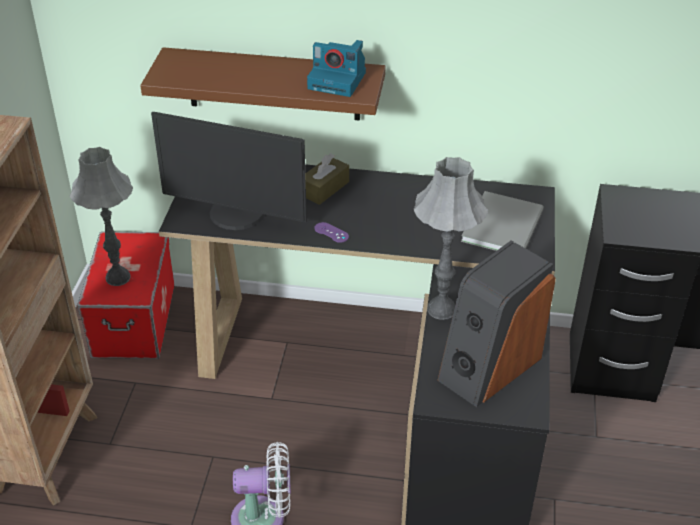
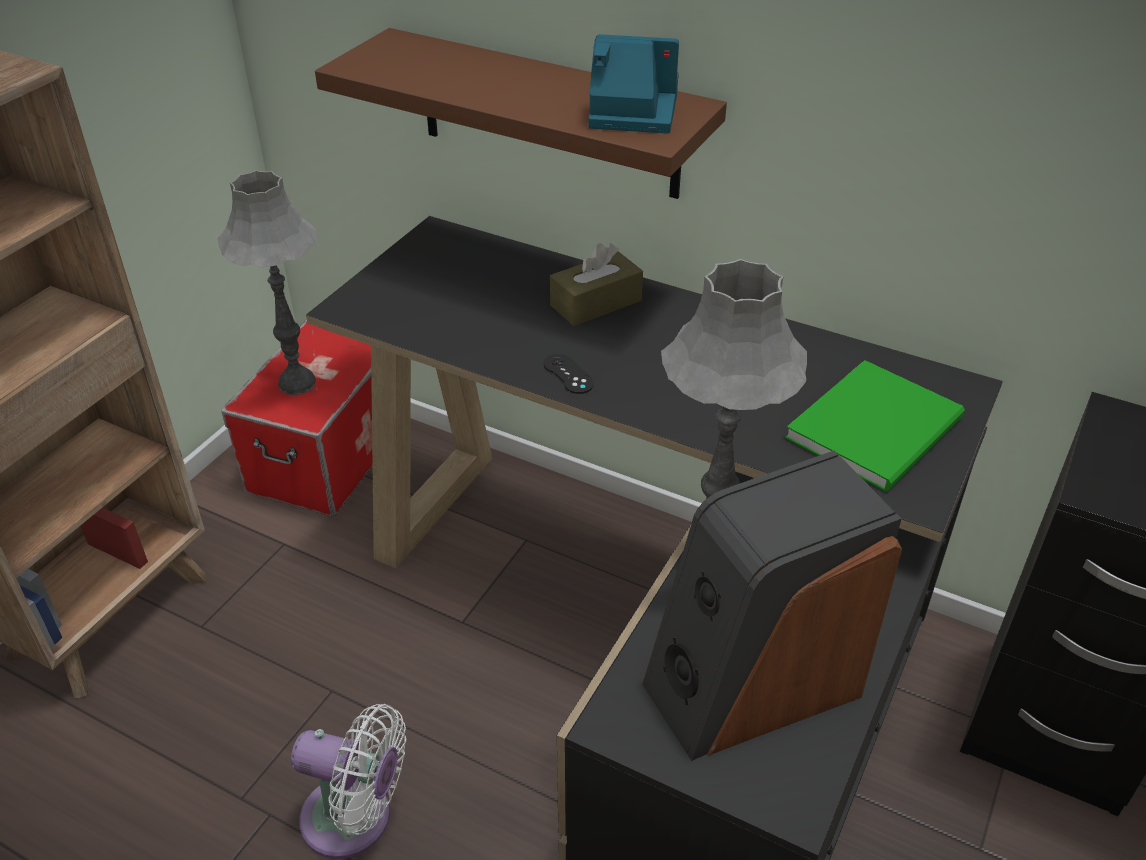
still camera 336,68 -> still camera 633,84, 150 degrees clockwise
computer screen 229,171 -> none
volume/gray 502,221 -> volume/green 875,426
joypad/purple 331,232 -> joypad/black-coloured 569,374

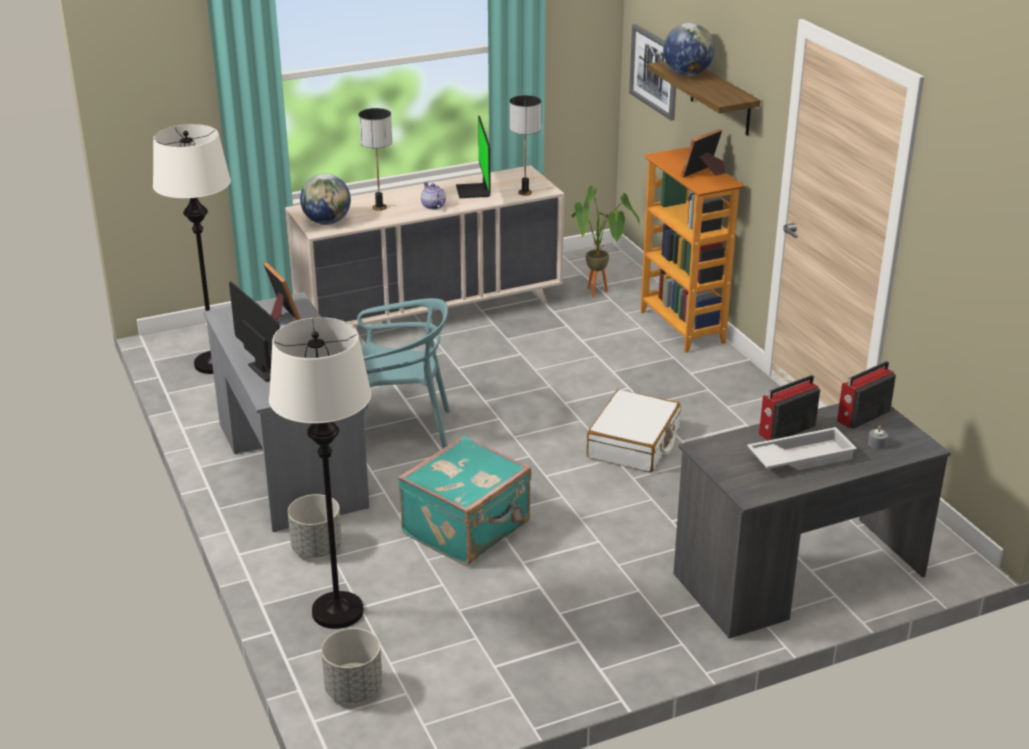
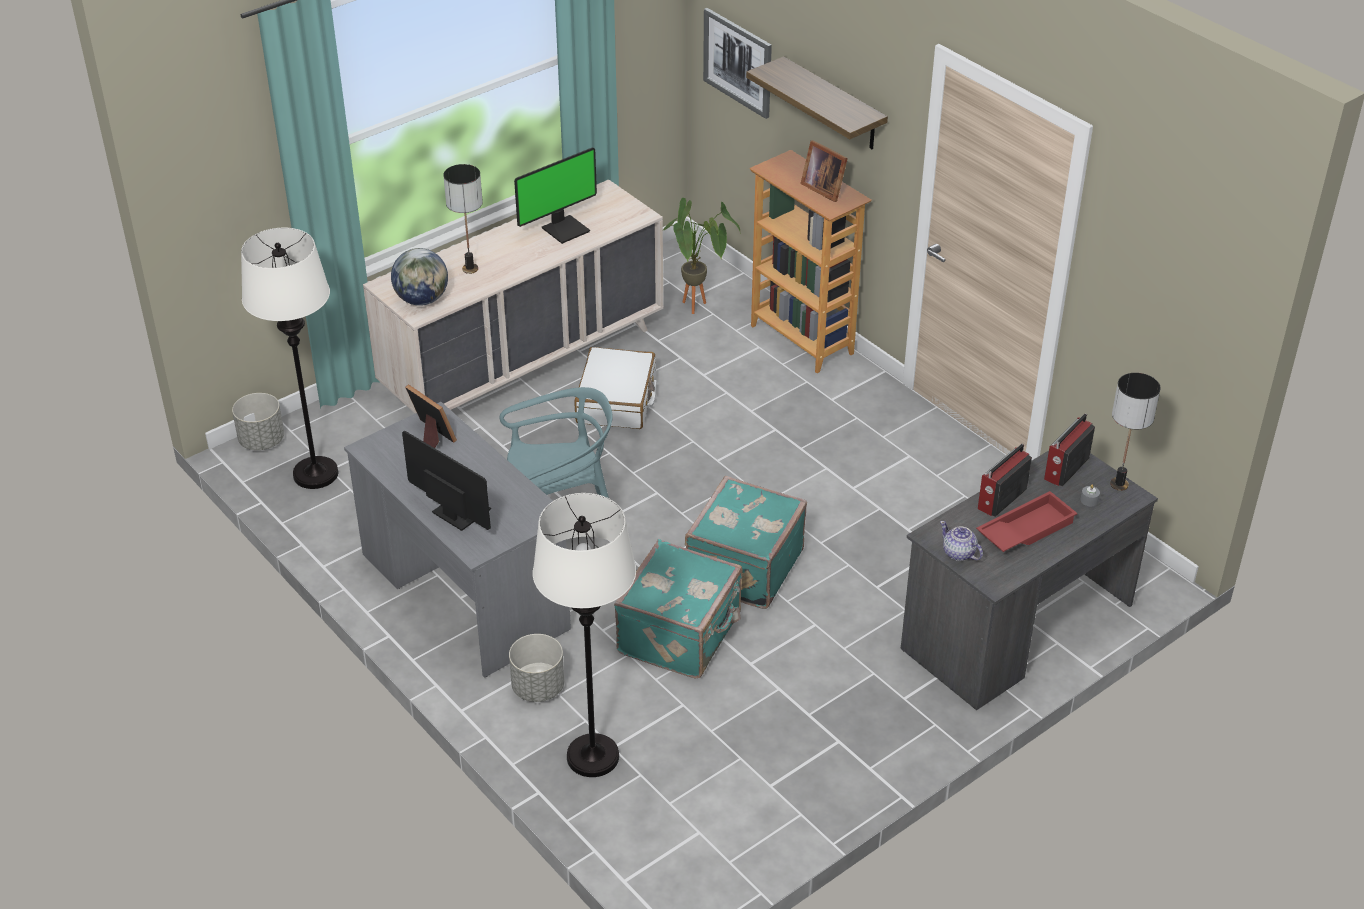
world globe 689,49 -> none
lamp for a table 525,145 -> lamp for a table 1135,432, shifted
computer screen 473,157 -> computer screen 555,195, 105 degrees counterclockwise
photo frame 703,153 -> photo frame 824,171, 75 degrees counterclockwise
teapot 433,196 -> teapot 961,541, shifted
piece of luggage/white 634,430 -> piece of luggage/white 615,388, shifted
serving tray/white 802,448 -> serving tray/red-coloured 1027,521
planter/gray 351,665 -> planter/gray 258,421, shifted
none -> piece of luggage/turquoise-coloured 746,542

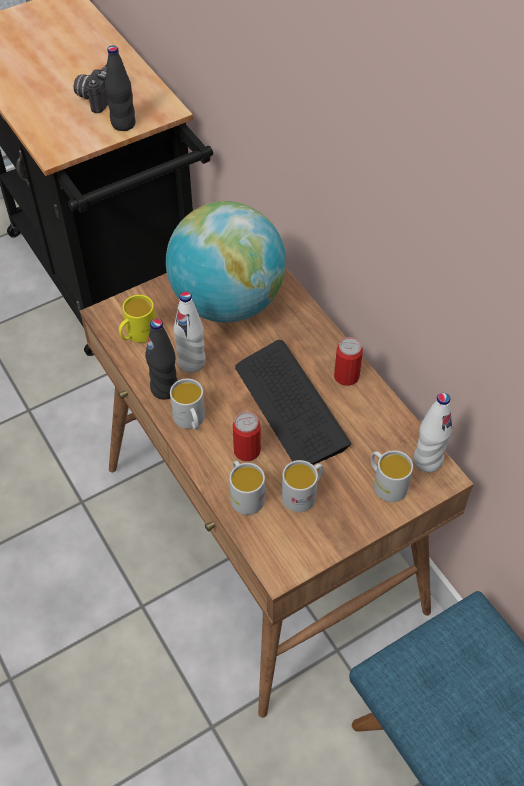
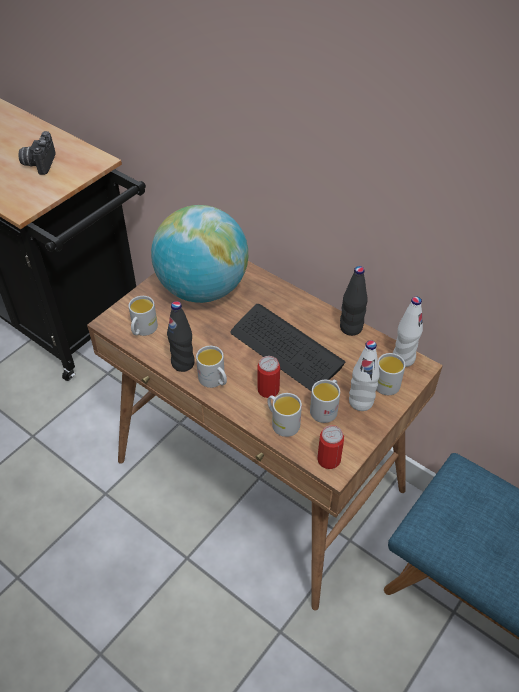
drink bottle/black-coloured 120,88 -> drink bottle/black-coloured 354,301, shifted
drink bottle/white 190,332 -> drink bottle/white 364,375, shifted
mug/yellow-coloured 137,319 -> mug/white 143,316
can 348,361 -> can 330,447, shifted

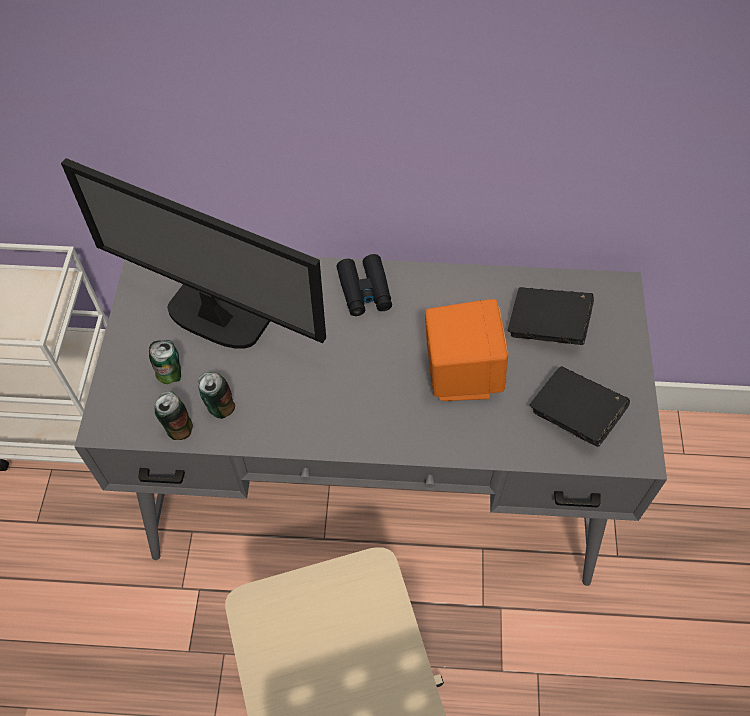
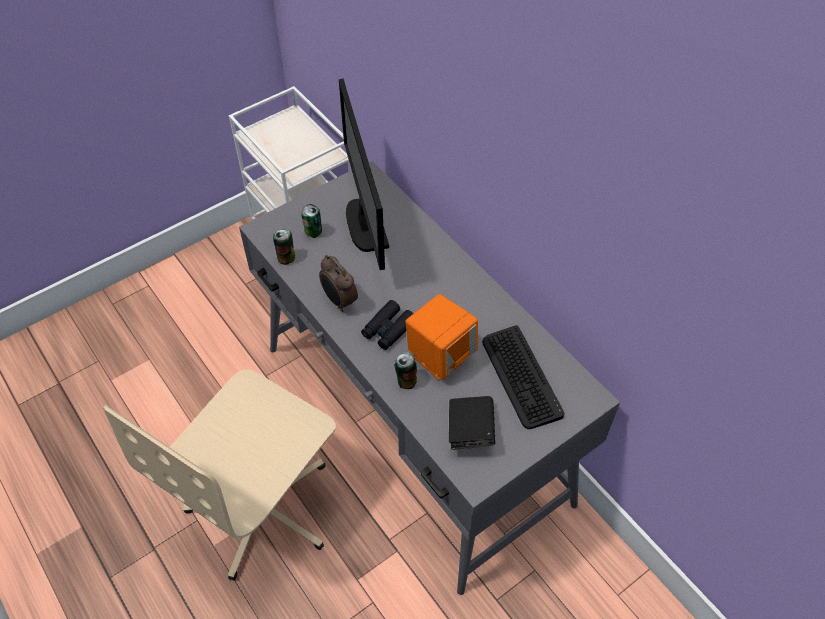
field glasses/black-coloured 364,285 -> field glasses/black-coloured 387,325, shifted
volume/black-coloured 551,316 -> PC keyboard 523,377
can 216,395 -> can 405,370, shifted
none -> bedside clock 338,283

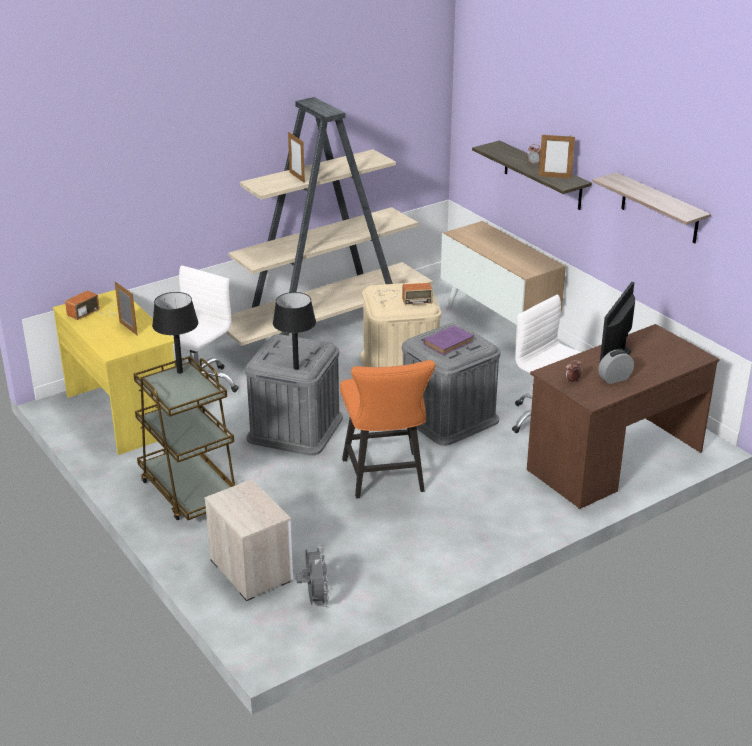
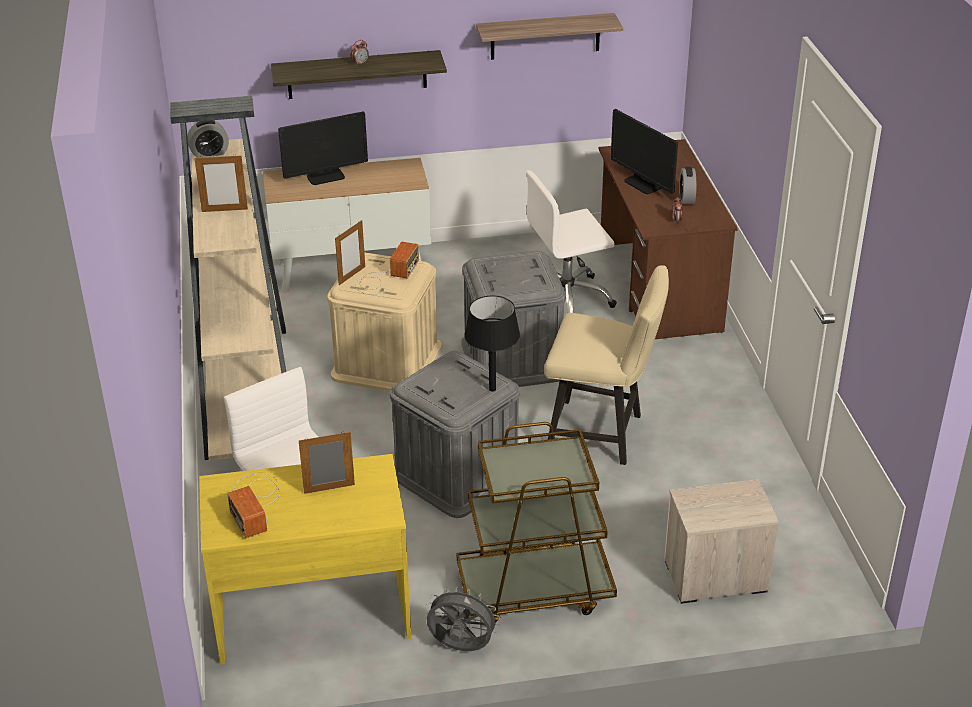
photo frame 557,155 -> photo frame 350,252, shifted
lamp for a table/black-coloured 175,333 -> none
volume/purple 448,340 -> none
upright chair/orange-coloured 388,429 -> upright chair/beige 606,365
cooling fan/gray 312,576 -> cooling fan/gray 463,618, shifted
none -> computer screen 323,148
none -> bedside clock 208,139

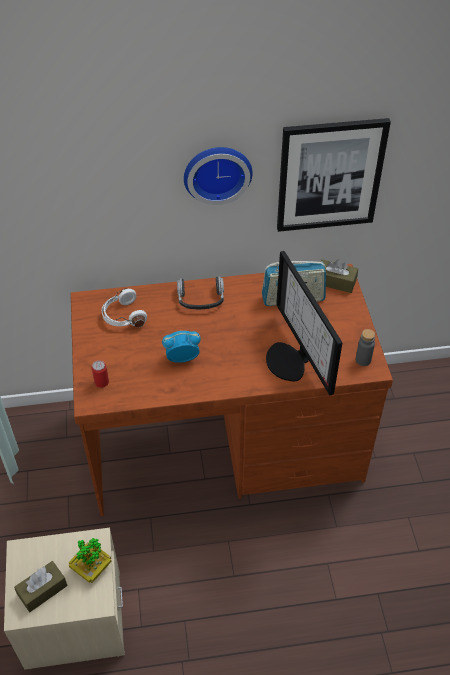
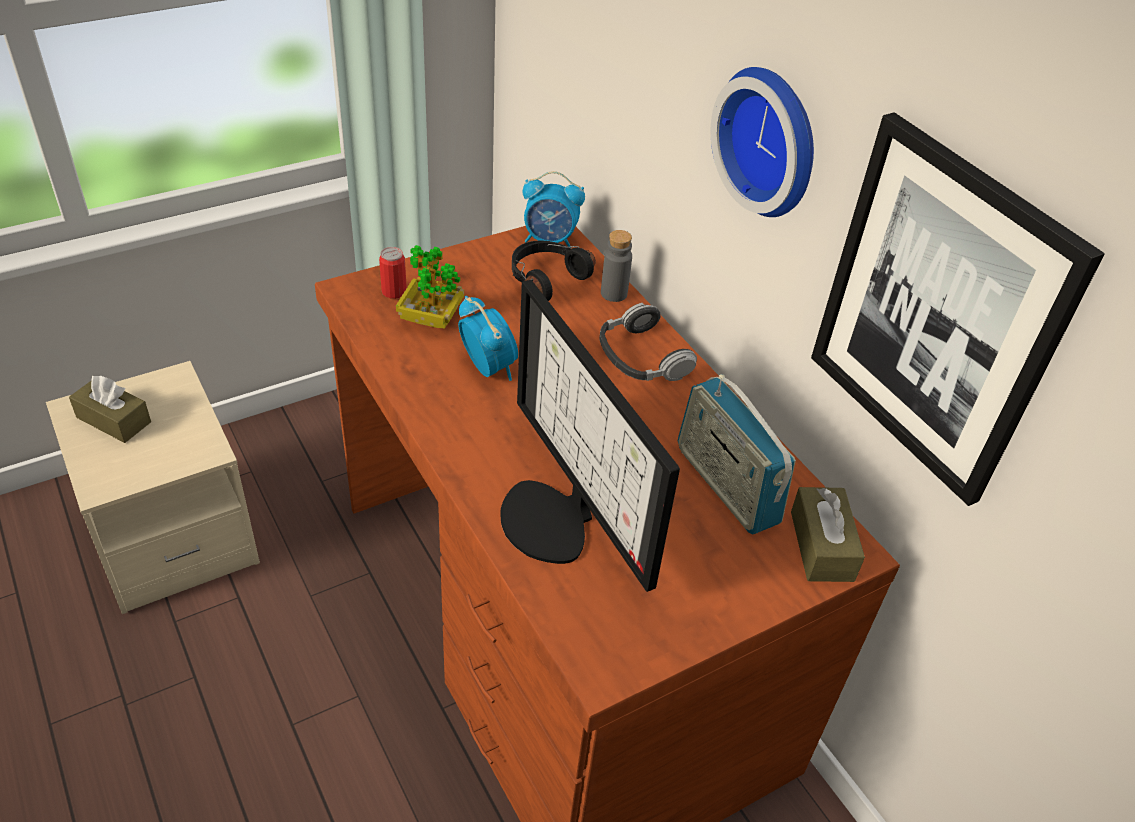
computer screen 304,323 -> computer screen 590,436, 75 degrees counterclockwise
pair of headphones/white 124,307 -> pair of headphones/black-coloured 554,270
drink bottle/gray 365,347 -> drink bottle/gray 616,266, shifted
potted plant 90,560 -> potted plant 430,287, shifted
none -> bedside clock 554,209

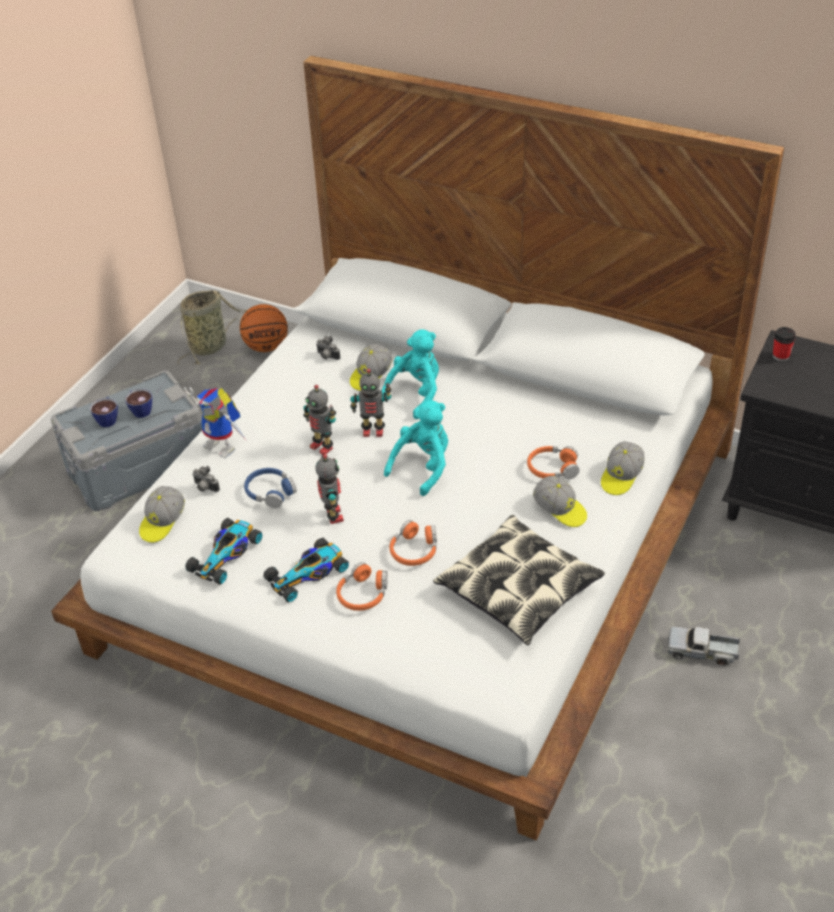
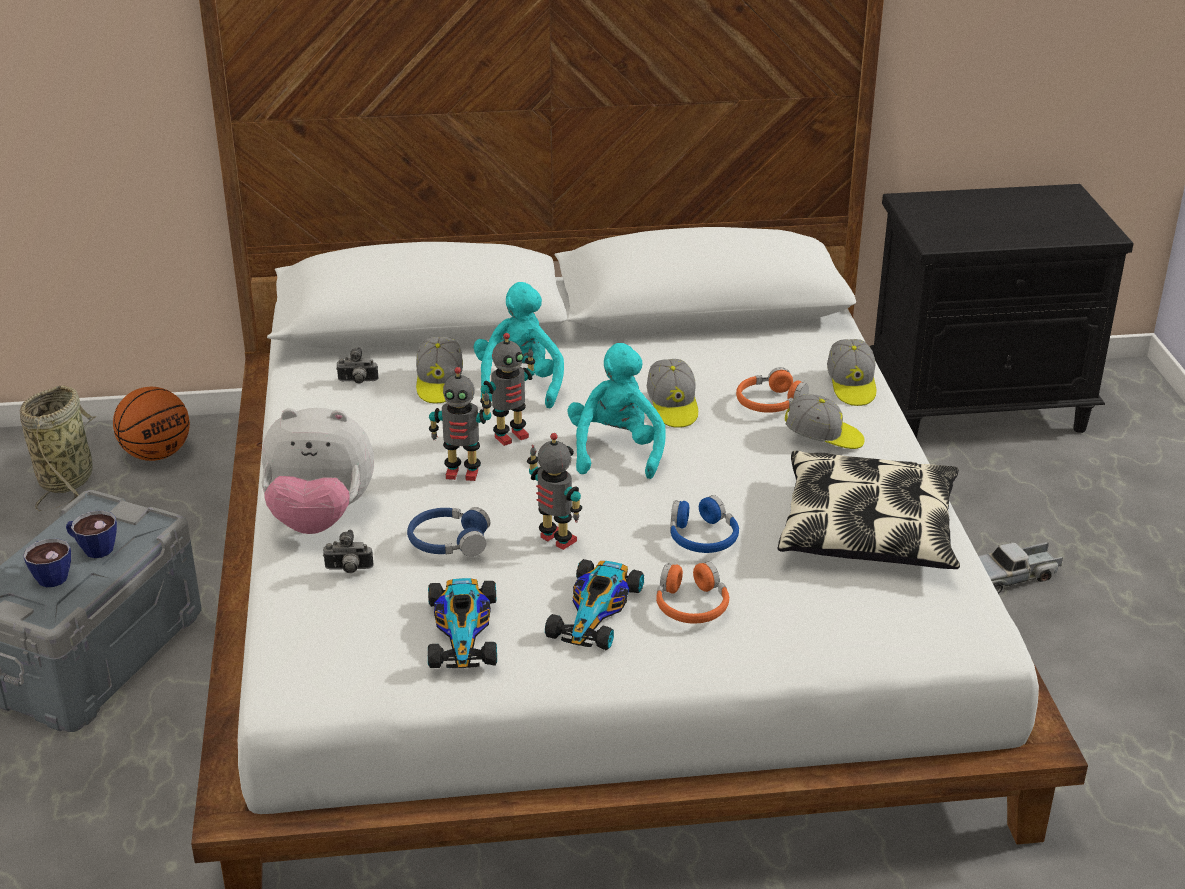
cup 784,344 -> none
robot figure 215,423 -> soft toy 317,471
peaked cap 162,514 -> peaked cap 672,393, shifted
pair of headphones/orange-coloured 413,543 -> pair of headphones/blue 704,524

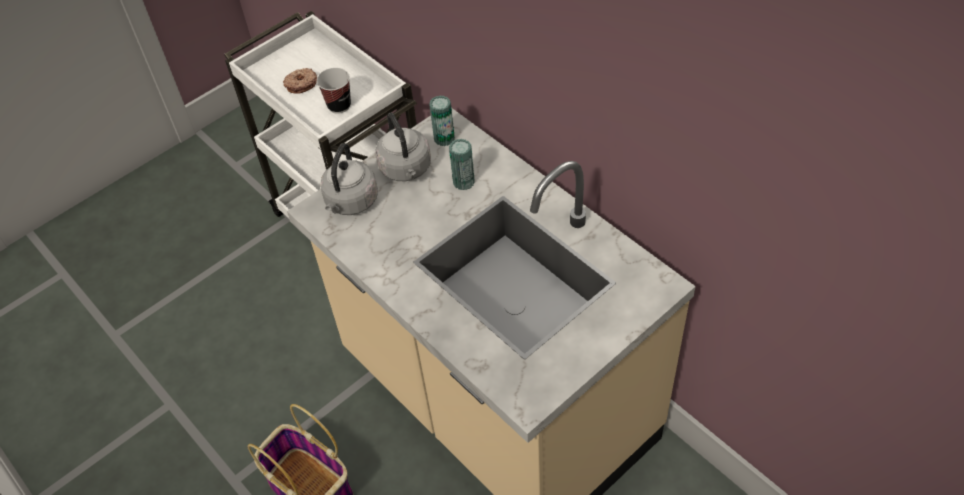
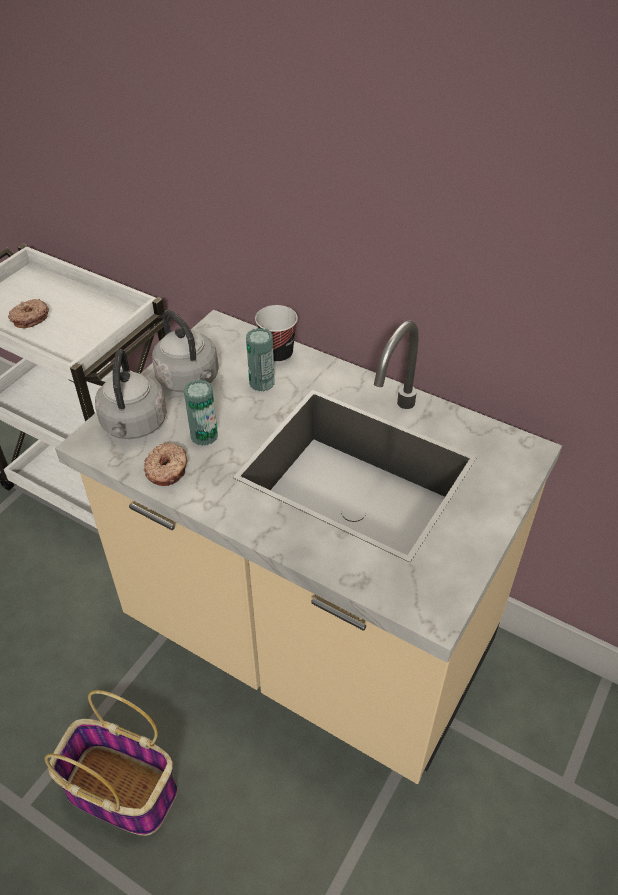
cup 334,91 -> cup 276,334, shifted
can 442,121 -> can 201,413, shifted
none -> doughnut 166,464

